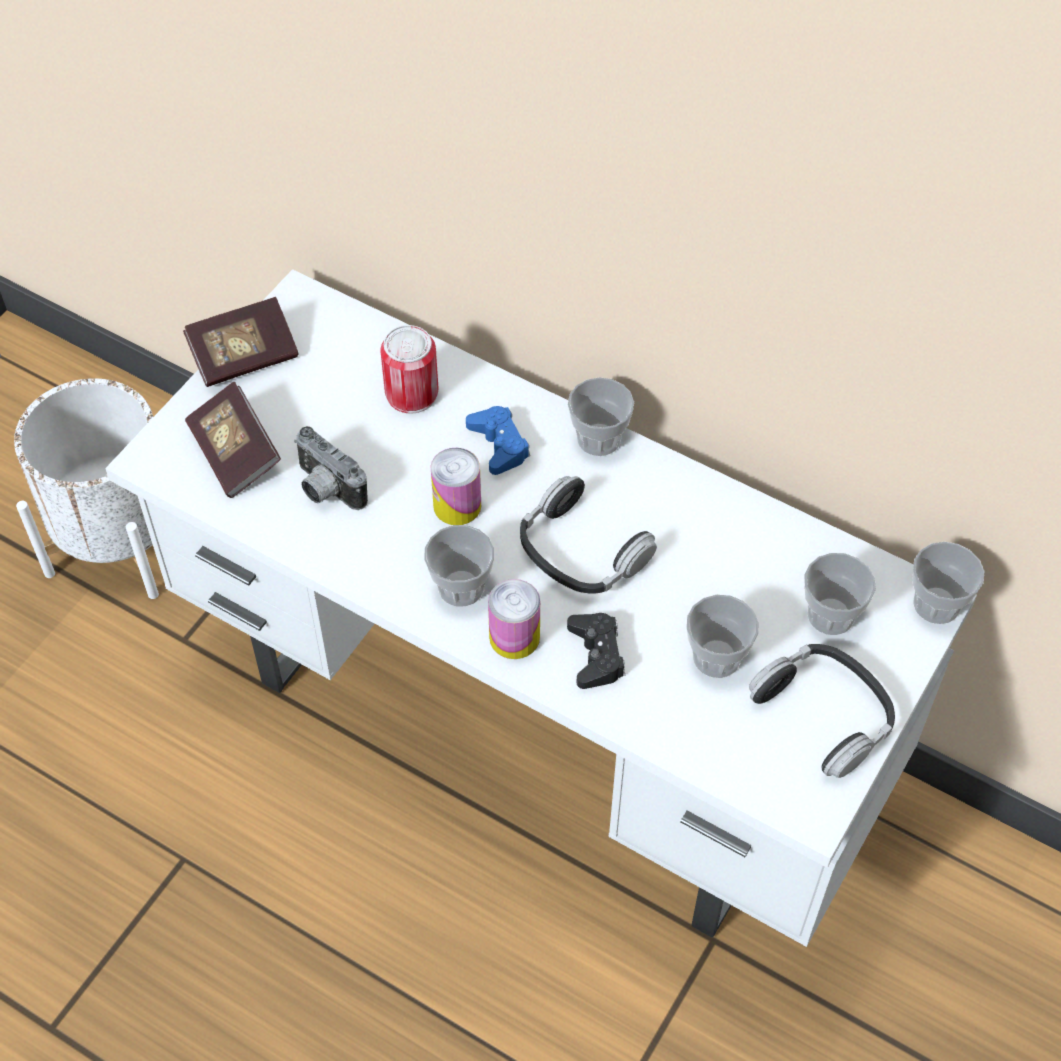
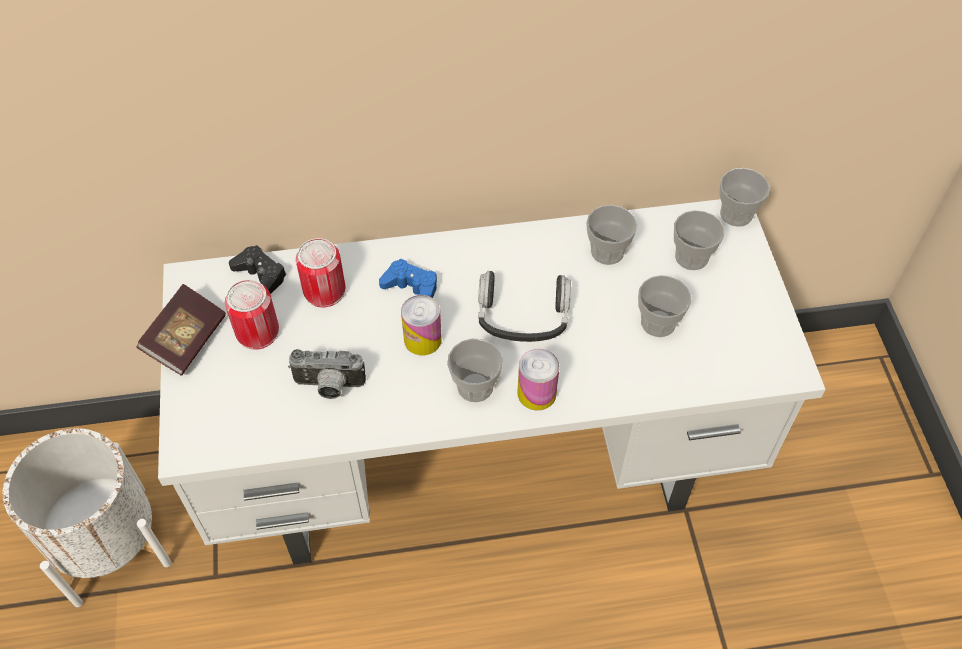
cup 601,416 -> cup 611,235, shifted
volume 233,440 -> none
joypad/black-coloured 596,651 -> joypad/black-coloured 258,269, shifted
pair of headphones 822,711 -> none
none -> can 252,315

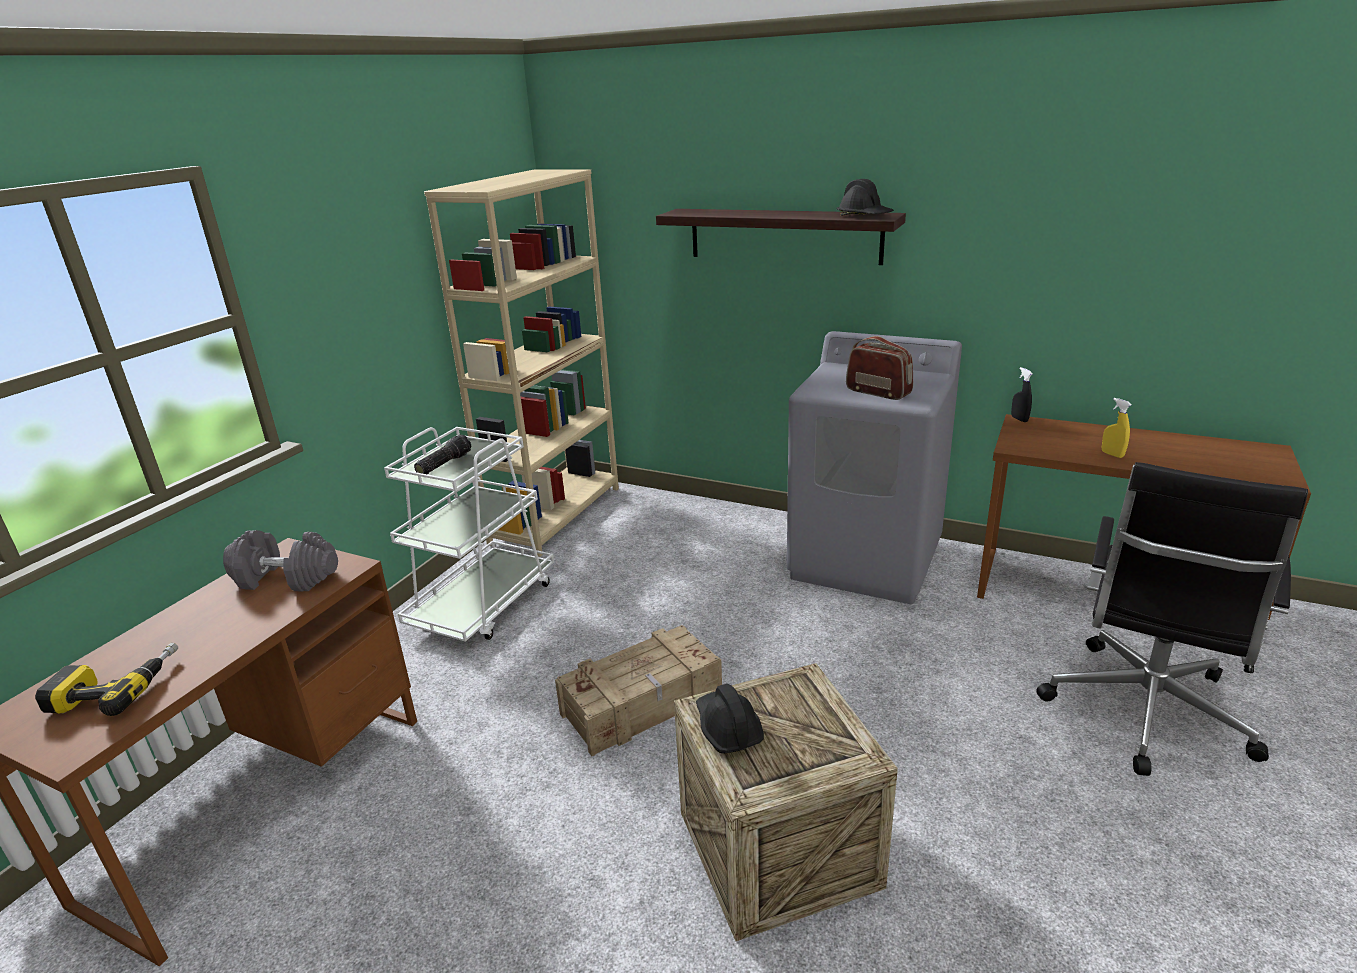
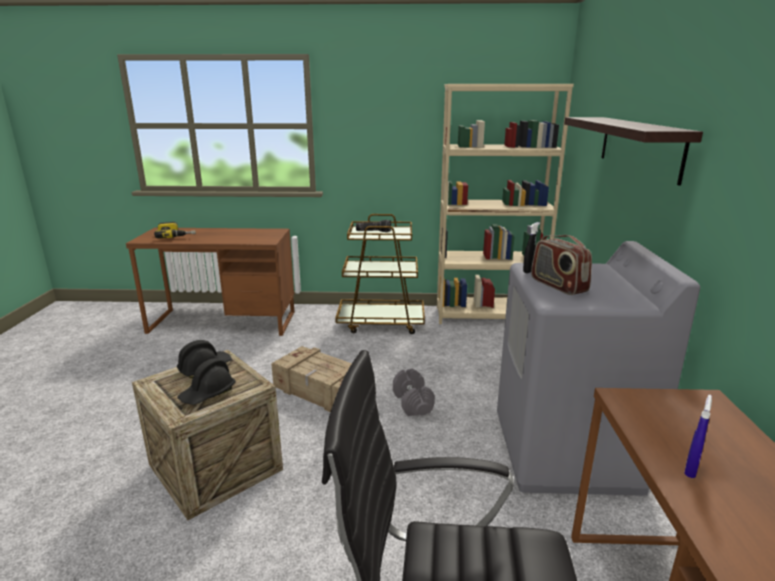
hard hat/black-coloured 865,197 -> hard hat/black-coloured 206,381, shifted
radio set 879,368 -> radio set 561,265, 135 degrees clockwise
sprayer/black-coloured 1021,394 -> sprayer/black-coloured 531,247, shifted
sprayer/yellow-coloured 1116,428 -> sprayer/blue 698,436
cart/white 469,534 -> cart/brown 380,274
hand weight/gray 280,561 -> hand weight/gray 414,392, shifted

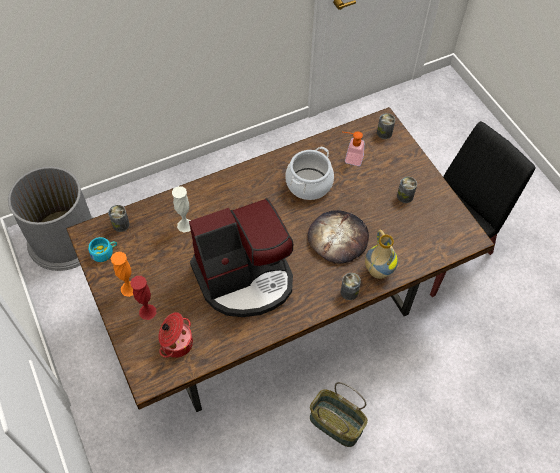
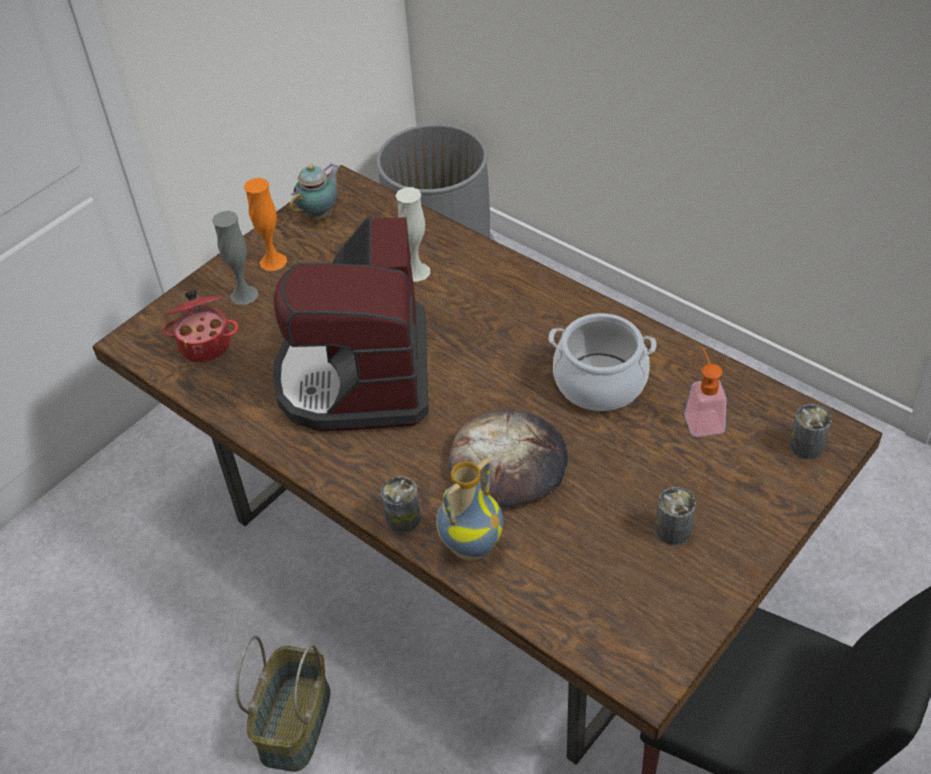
coffee maker 241,257 -> coffee maker 351,323, 45 degrees clockwise
can 119,218 -> none
cup/turquoise-coloured 102,249 -> teapot 315,191
decorative vase/red-coloured 143,298 -> decorative vase/gray 235,258

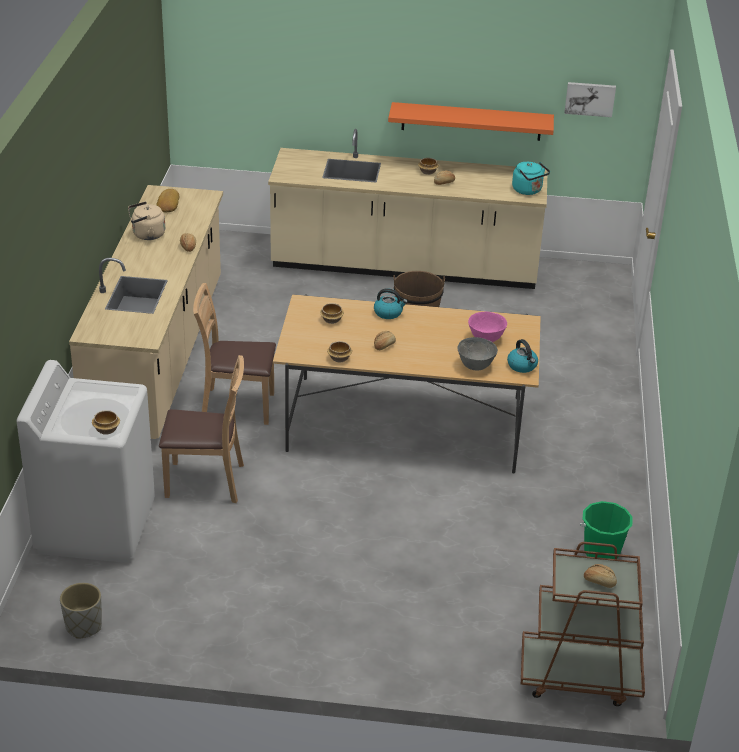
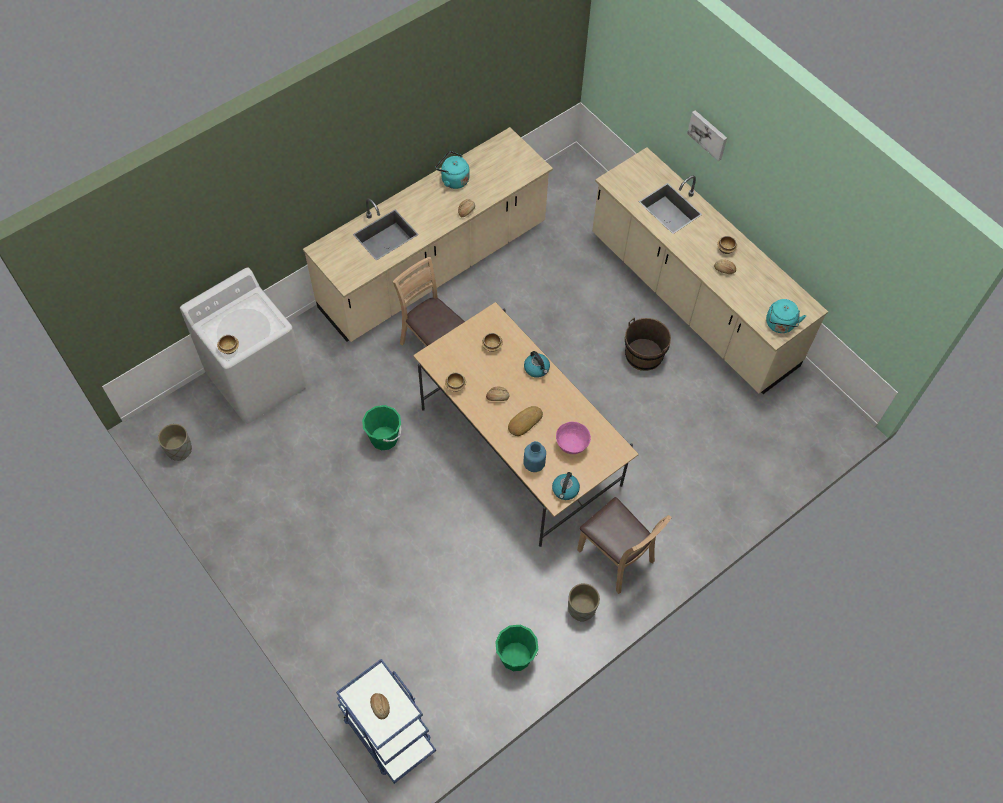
picture 590,99 -> picture 707,135, shifted
shelf/orange-coloured 471,121 -> none
bread 167,200 -> bread 525,421, shifted
water kettle/beige 146,220 -> water kettle/turquoise-coloured 452,170
serving bowl/gray 477,354 -> decorative vase/blue 534,456
upright chair/brown 201,429 -> upright chair/brown 624,545, shifted
cart/brown 583,624 -> cart/blue 386,721
none -> bucket/green 382,427
none -> planter/gray 584,602

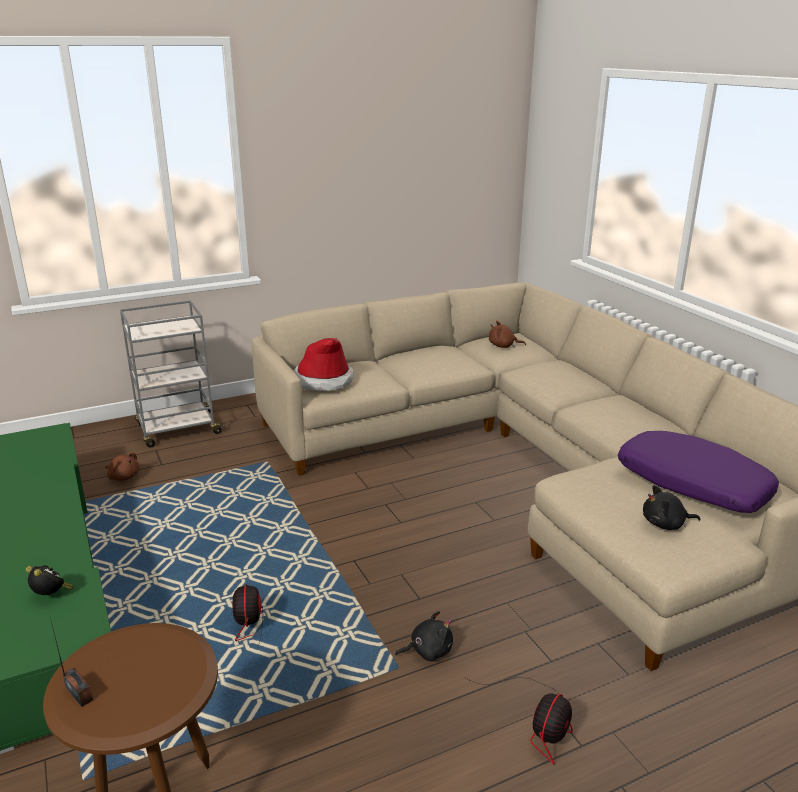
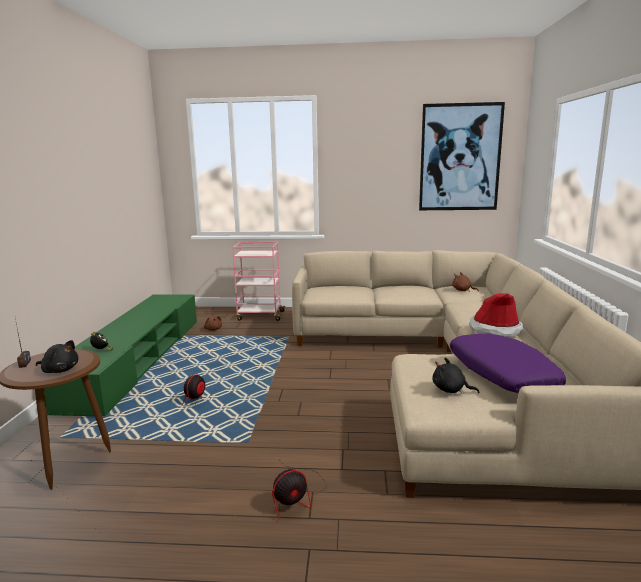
cart/gray 172,373 -> cart/pink-coloured 259,281
hat 323,364 -> hat 496,315, shifted
soft toy/black-coloured 424,636 -> soft toy/black-coloured 57,356, shifted
none -> picture 462,156

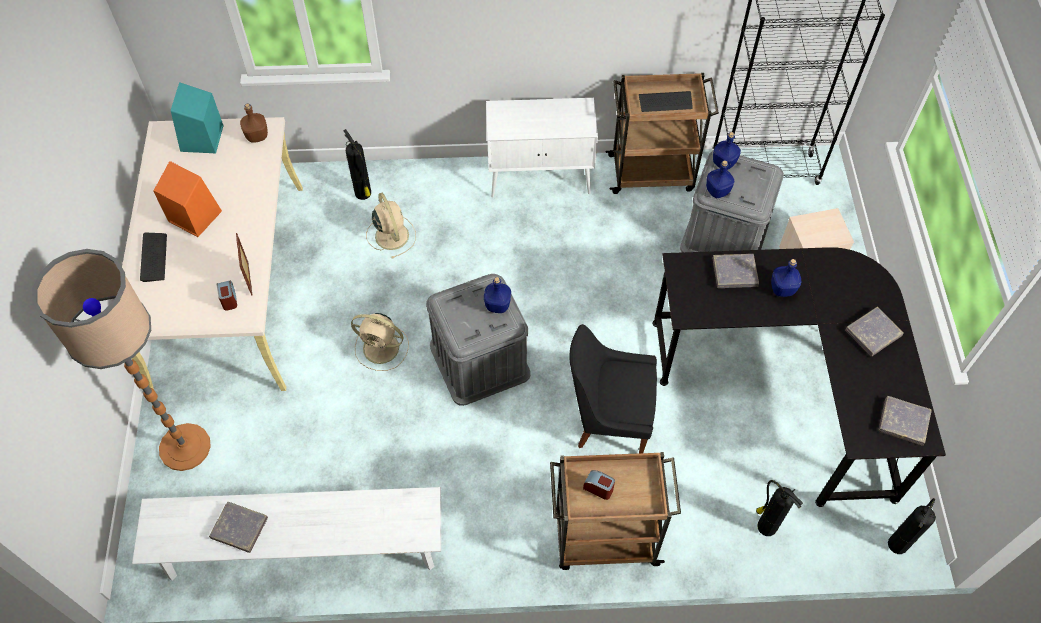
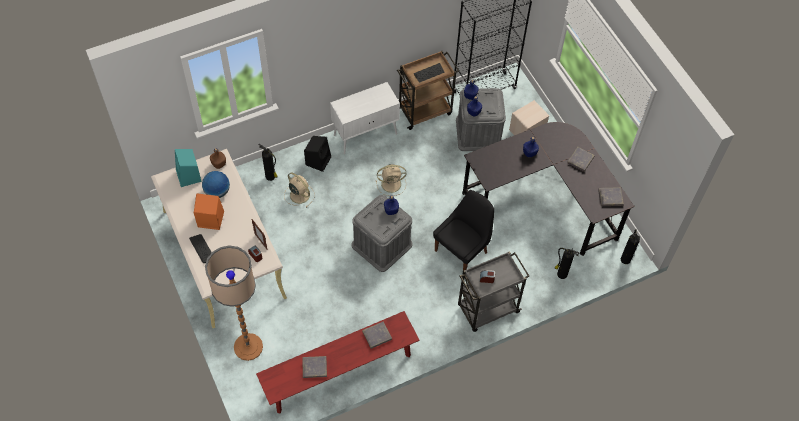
volume/gray 736,271 -> volume/gray 377,335, shifted
cooling fan/beige 380,342 -> cooling fan/beige 391,180, shifted
upright chair/black-coloured 613,388 -> upright chair/black-coloured 463,230, 150 degrees clockwise
cart/brown 615,511 -> cart/gray 493,291
bench/white 286,534 -> bench/red-coloured 338,362
none -> loudspeaker/black-coloured 317,154
none -> world globe 216,184

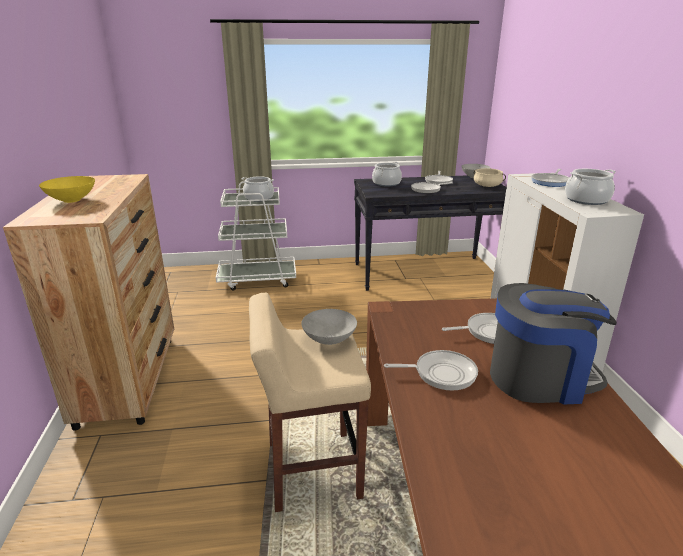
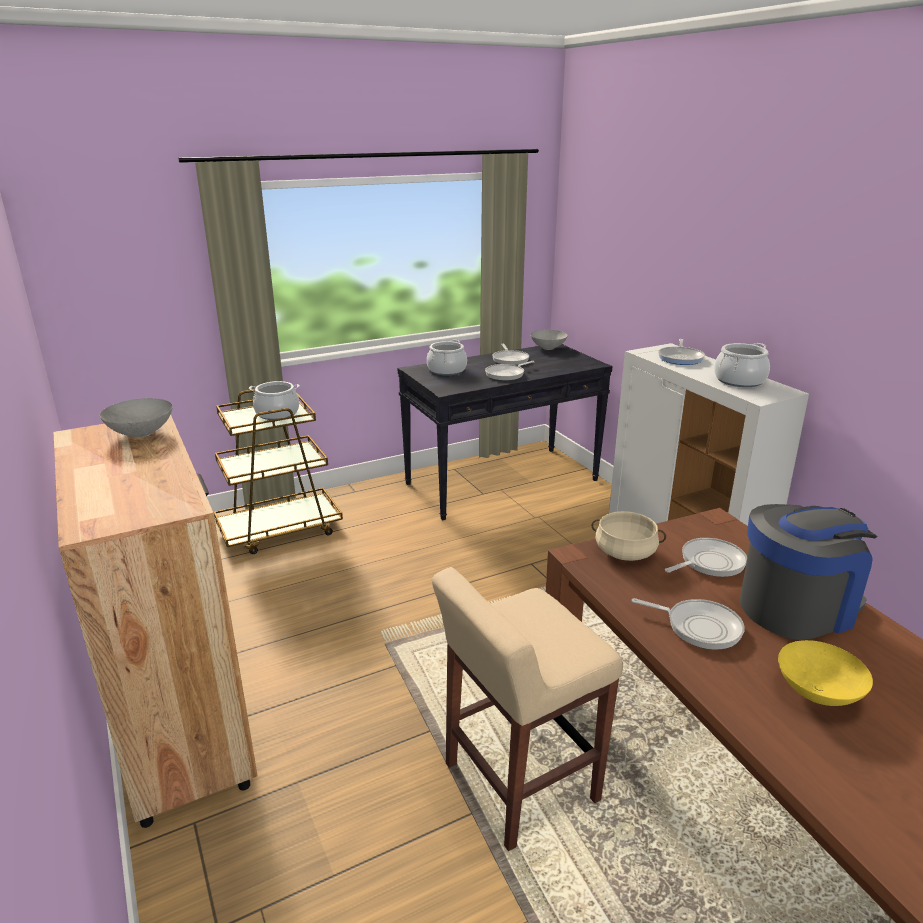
cooking pot/beige 490,177 -> cooking pot/beige 628,536, shifted
serving bowl/yellow-coloured 67,189 -> serving bowl/yellow-coloured 825,673, shifted
cart/white 256,235 -> cart/brown 278,471
serving bowl/gray 329,327 -> serving bowl/gray 136,418, shifted
frying pan 431,370 -> frying pan 688,624, 45 degrees clockwise

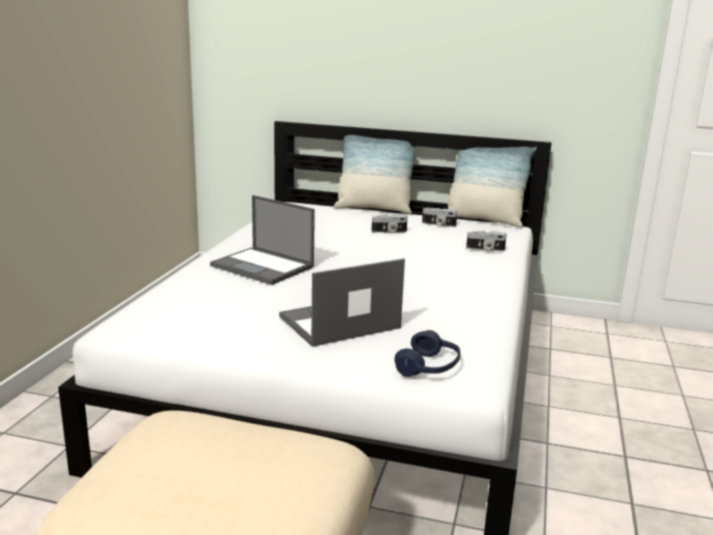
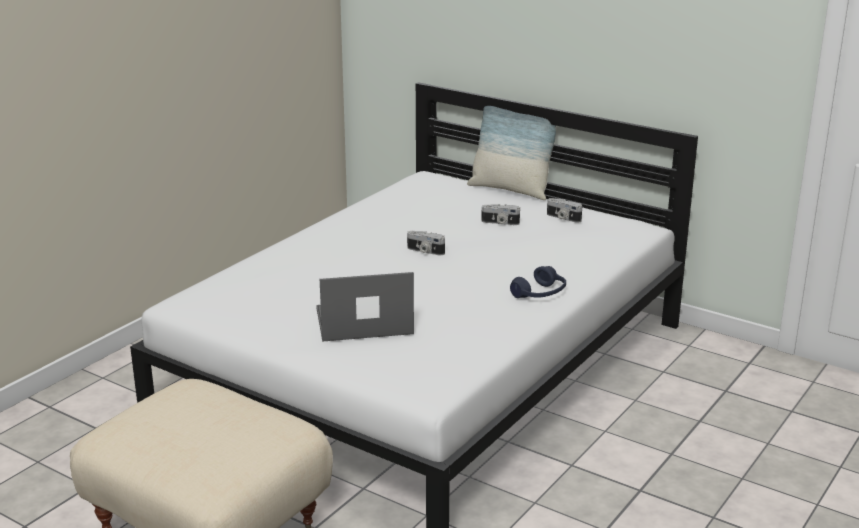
cushion 492,187 -> none
notebook computer 262,240 -> none
still camera 486,241 -> still camera 426,243, shifted
pair of headphones/blue 428,353 -> pair of headphones/blue 538,282, shifted

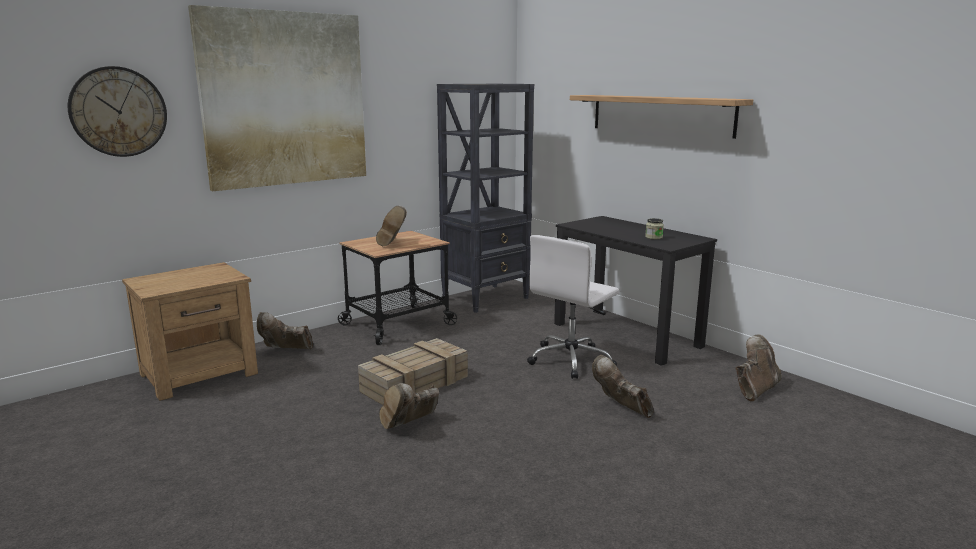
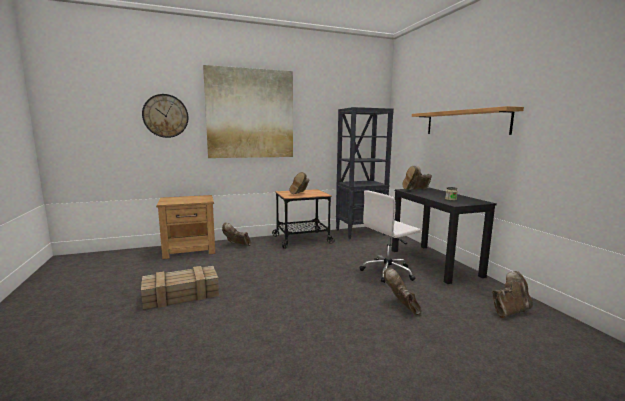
shipping crate 413,371 -> shipping crate 180,288, shifted
tall boot/brown 409,406 -> tall boot/brown 417,178, shifted

